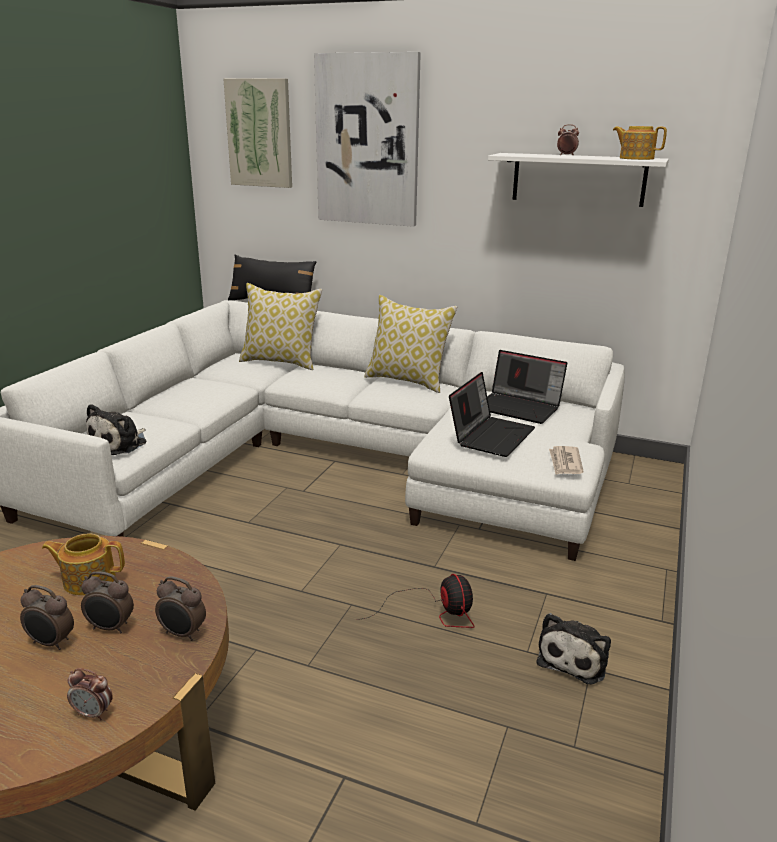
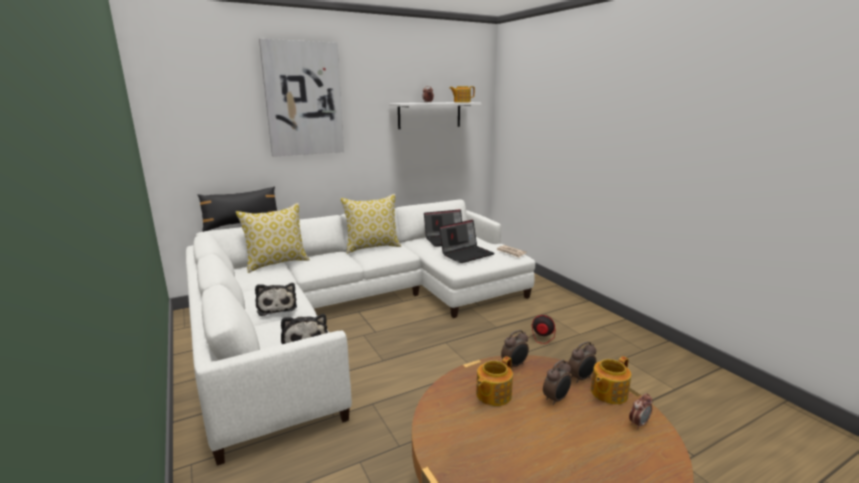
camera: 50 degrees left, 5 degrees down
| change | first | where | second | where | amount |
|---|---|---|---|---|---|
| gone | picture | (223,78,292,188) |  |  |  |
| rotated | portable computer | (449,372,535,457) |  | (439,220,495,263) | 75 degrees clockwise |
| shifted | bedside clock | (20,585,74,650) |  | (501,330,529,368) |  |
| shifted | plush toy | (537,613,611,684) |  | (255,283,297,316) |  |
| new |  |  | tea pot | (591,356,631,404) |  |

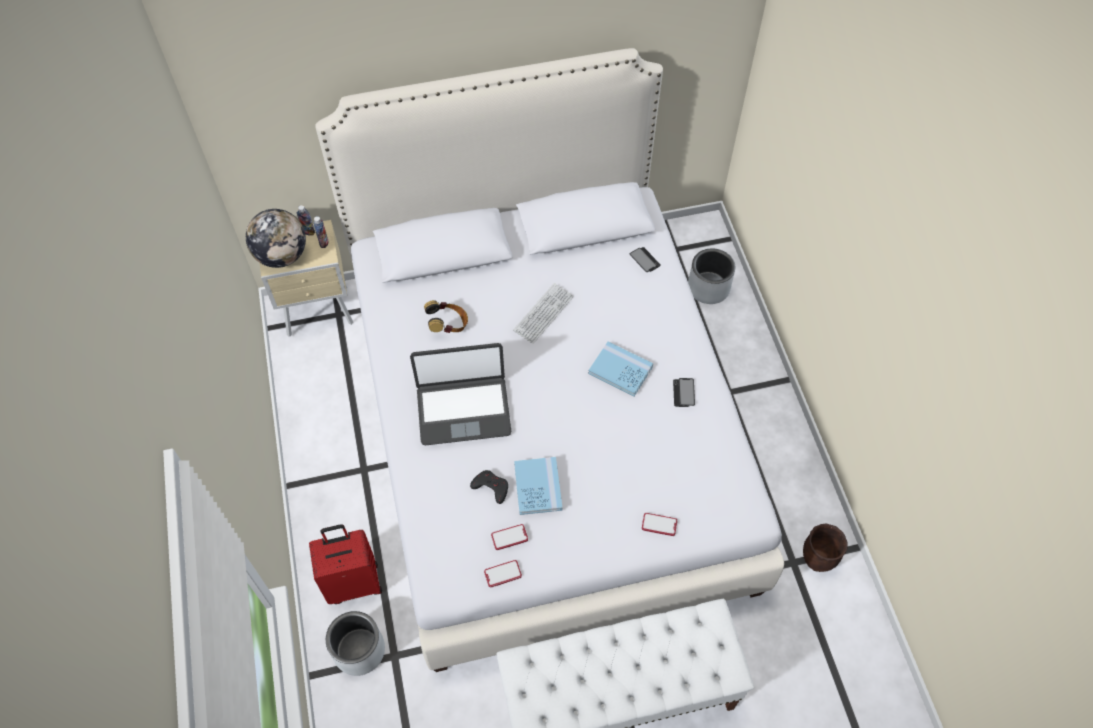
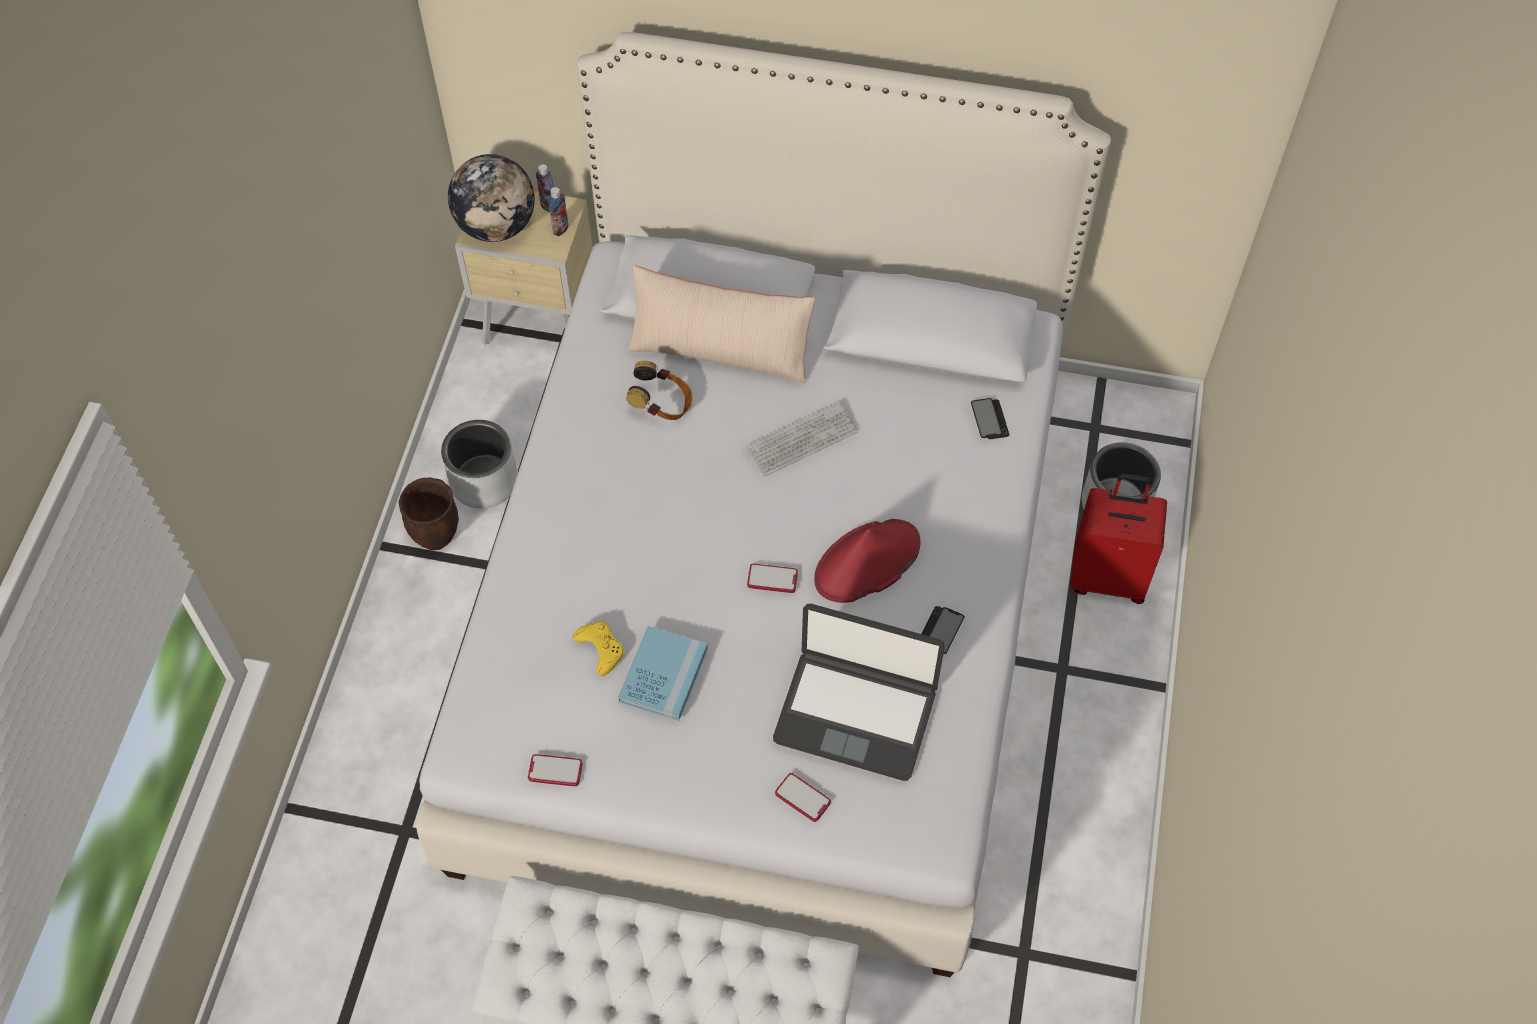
camera: 25 degrees right, 0 degrees up
| change | first | where | second | where | amount |
|---|---|---|---|---|---|
| swapped | blue volume | (588,341,653,397) | red hat | (814,519,921,603) |  |
| shifted | portable computer | (410,343,511,445) |  | (773,604,945,781) |  |
| repainted | black-coloured joypad | (470,470,508,504) | yellow-coloured joypad | (573,622,624,676) |  |
| shifted | brown-coloured plant pot | (803,523,848,572) |  | (399,478,459,550) |  |
| shifted | red suitcase | (309,524,382,604) |  | (1070,474,1167,604) |  |
| shifted | telephone | (491,524,528,550) |  | (747,563,798,593) |  |
| shifted | greyish plant pot | (326,611,385,676) |  | (441,420,518,509) |  |
| new |  |  | beige cushion | (628,265,815,383) |  |

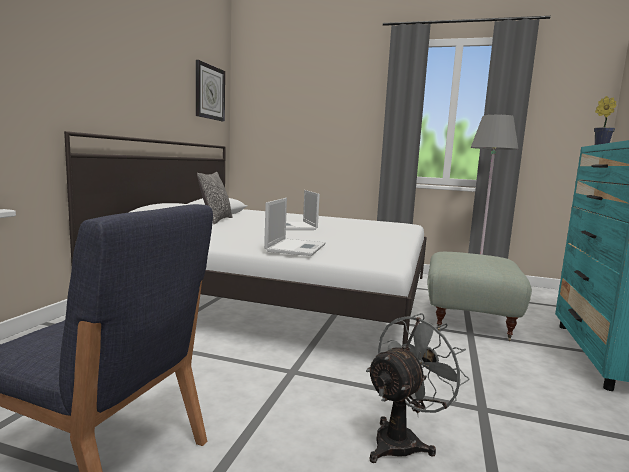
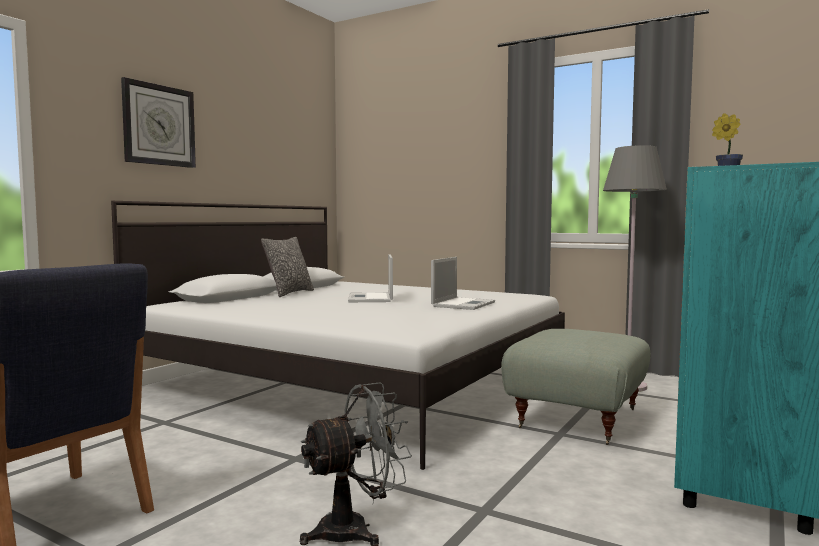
camera: 15 degrees right, 5 degrees down
| change | first | where | second | where | amount |
|---|---|---|---|---|---|
| shifted | wall clock | (196,60,225,121) |  | (121,77,196,168) |  |
| shifted | portable computer | (264,198,325,256) |  | (431,257,495,310) |  |

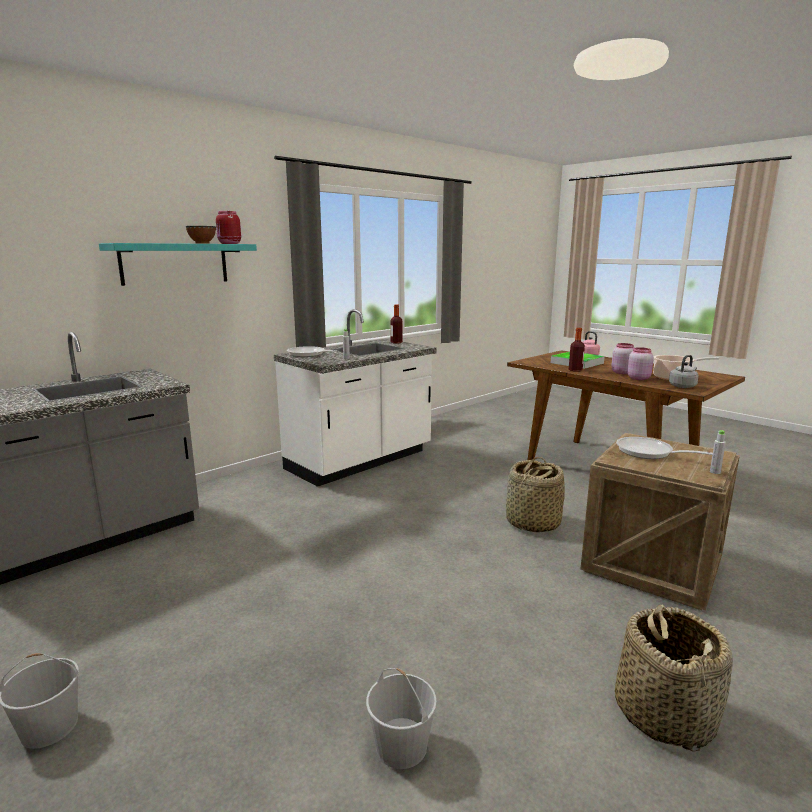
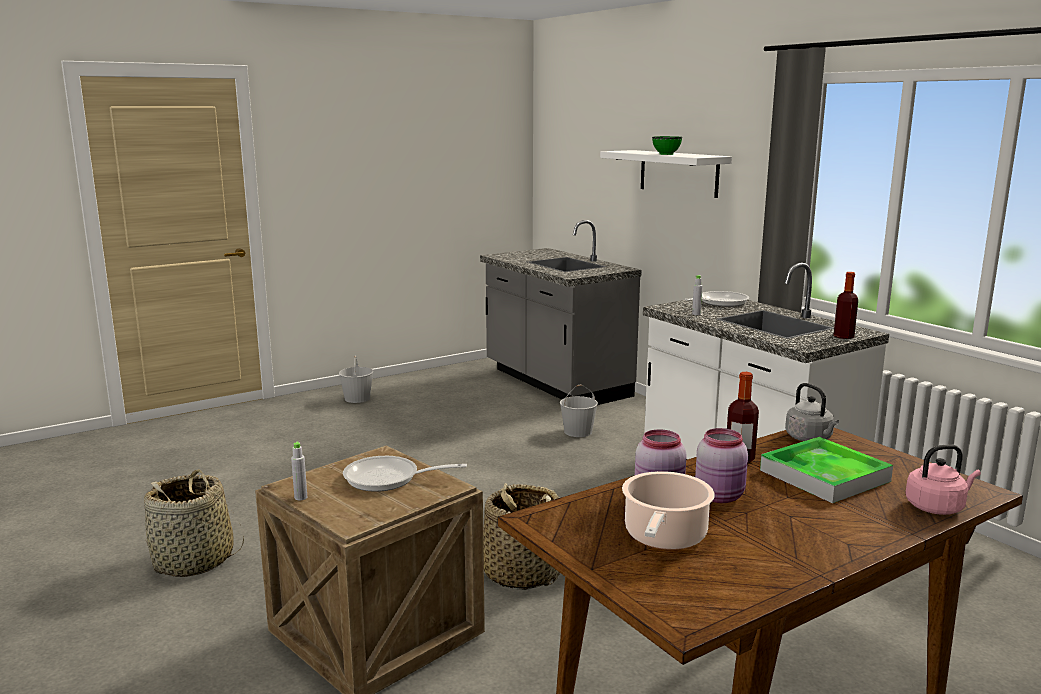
camera: 100 degrees right, 0 degrees up
| change | first | where | second | where | amount |
|---|---|---|---|---|---|
| gone | red jar | (216,211,241,244) |  |  |  |
| repainted | brown-coloured bowl | (186,226,216,244) | green bowl | (652,136,682,155) |  |
| repainted | turquoise-coloured bracket shelf | (99,243,257,286) | white-coloured bracket shelf | (600,150,732,198) |  |
| shifted | greyish kettle | (669,355,699,388) |  | (785,383,839,441) |  |
| rotated | skillet | (616,437,713,459) |  | (343,456,467,492) | 135 degrees counterclockwise |
| shifted | white-coloured pail | (366,668,437,769) |  | (560,385,598,437) |  |

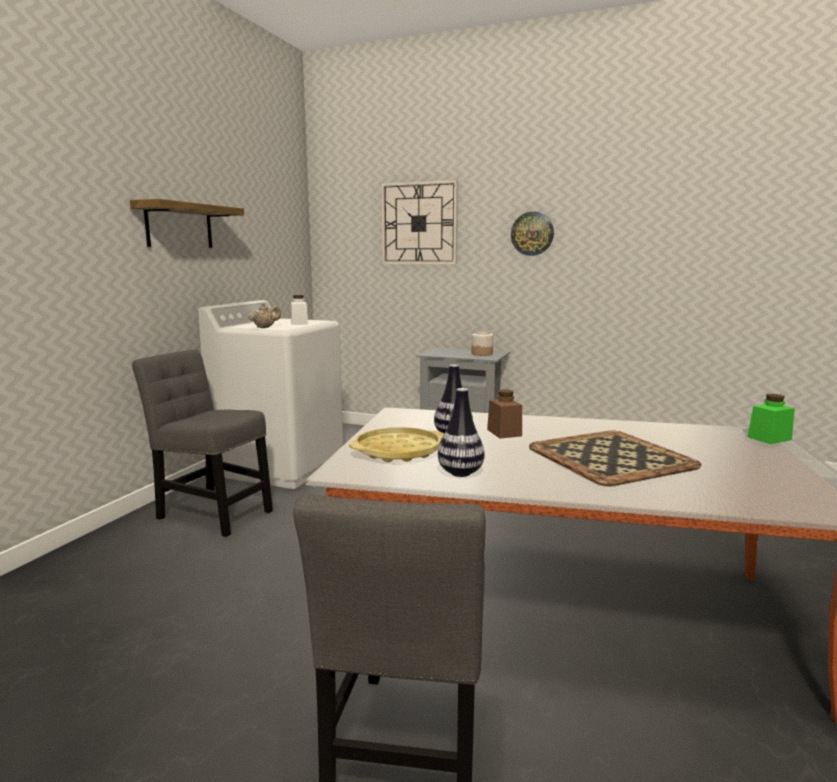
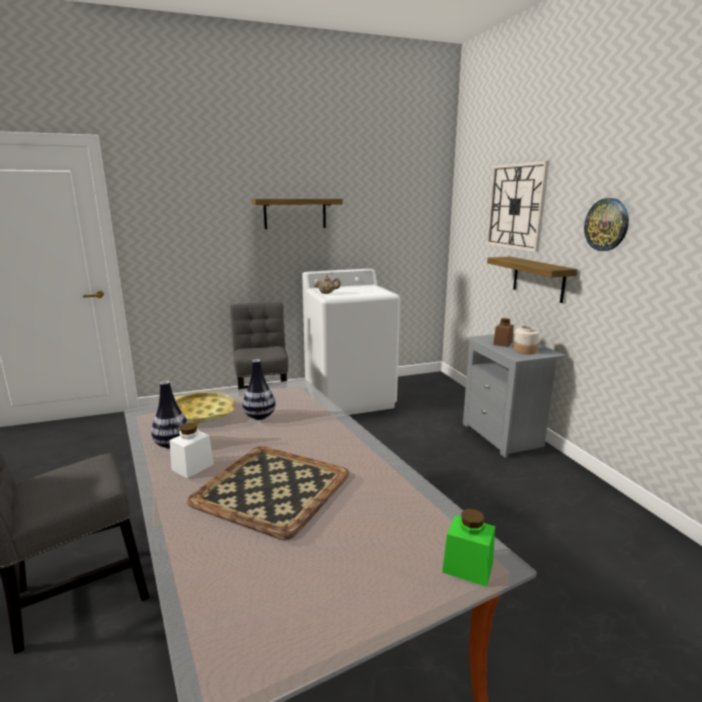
camera: 50 degrees right, 5 degrees up
| change | first | where | second | where | amount |
|---|---|---|---|---|---|
| shifted | white-coloured jar | (291,295,308,325) |  | (169,423,214,478) |  |
| shifted | brown-coloured jar | (487,389,522,438) |  | (493,318,514,347) |  |
| new |  |  | bracket shelf | (487,257,578,303) |  |

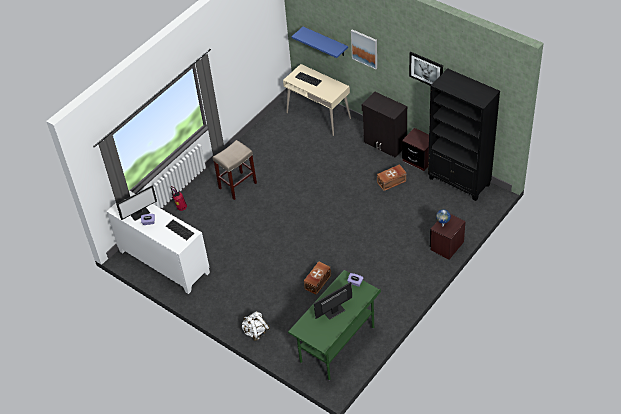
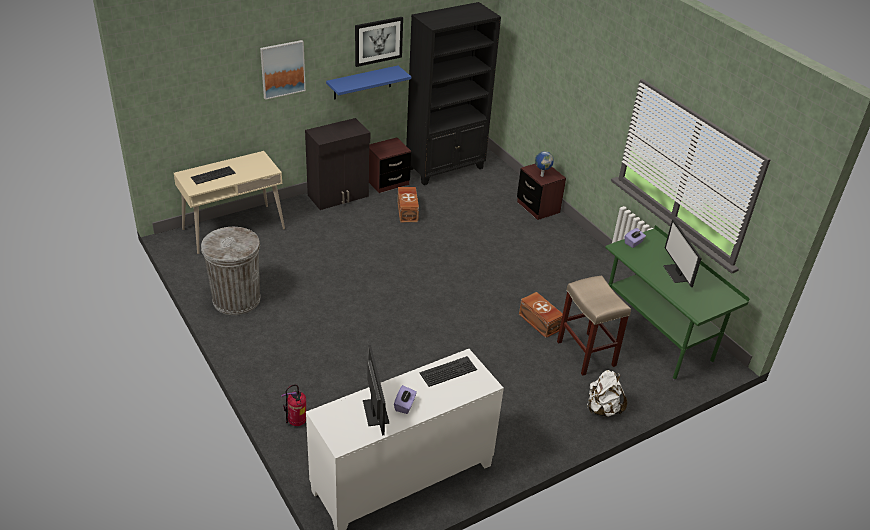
camera: 75 degrees left, 10 degrees down
| change | first | where | second | where | amount |
|---|---|---|---|---|---|
| shifted | blue bracket shelf | (292,27,348,58) |  | (326,66,411,100) |  |
| shifted | beige sitting stool | (213,140,257,200) |  | (557,276,631,376) |  |
| new |  |  | greyish waste bin | (201,227,260,315) |  |

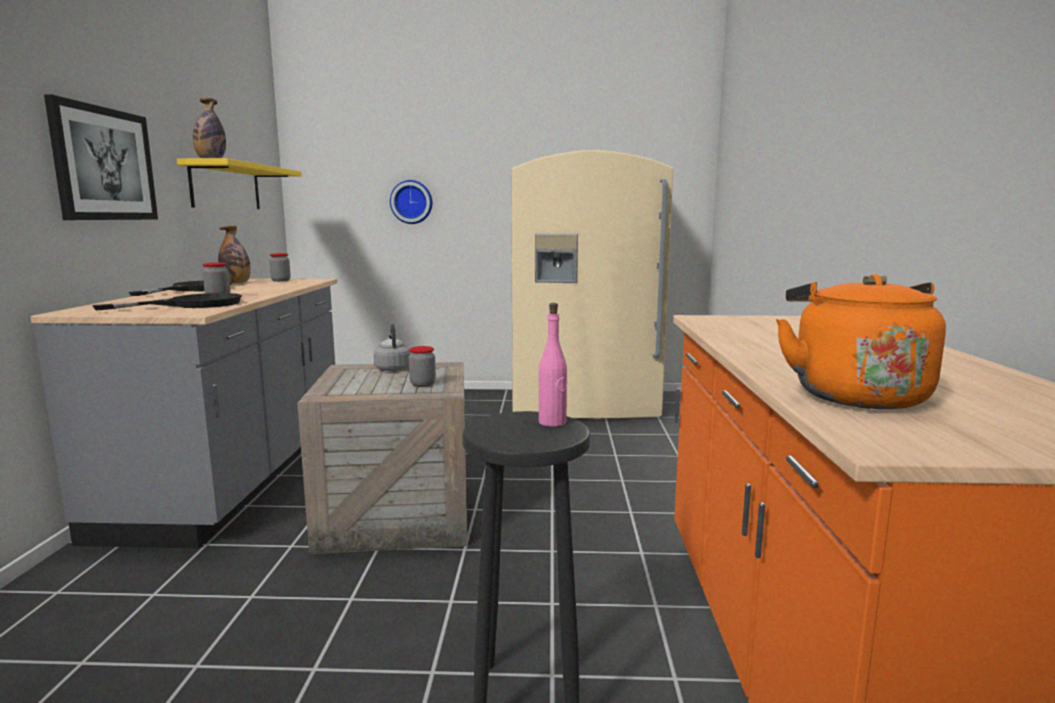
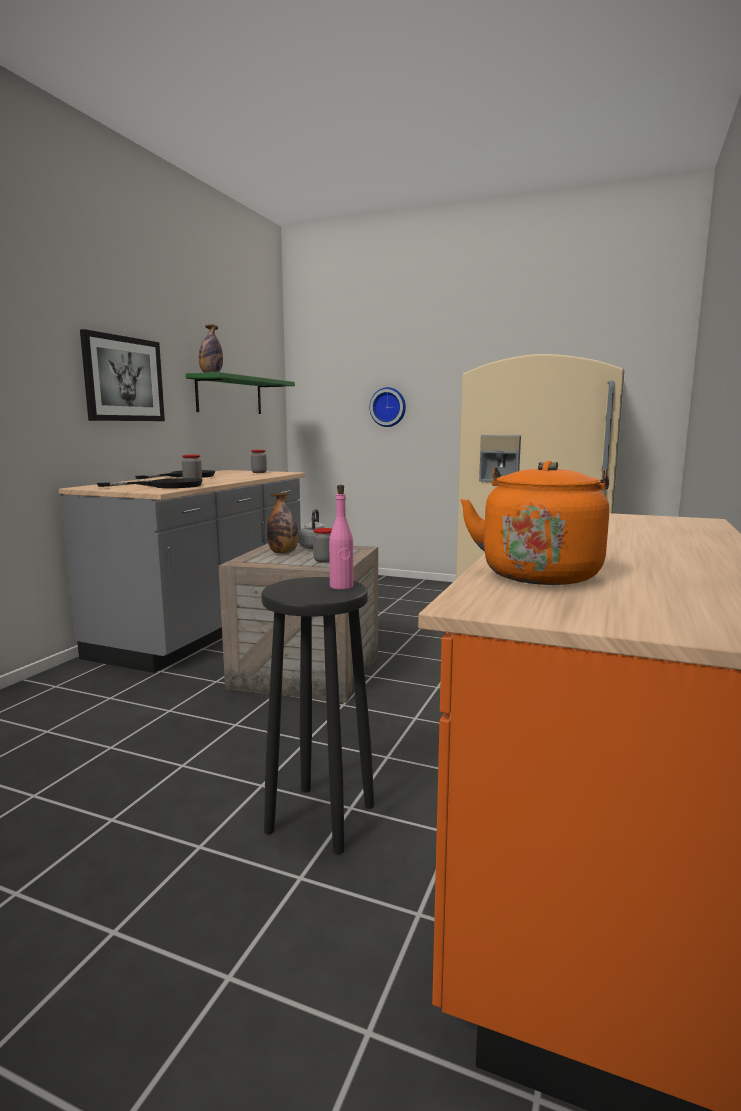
camera: 20 degrees right, 0 degrees up
| change | first | where | second | where | amount |
|---|---|---|---|---|---|
| repainted | yellow-coloured bracket shelf | (177,158,302,209) | green bracket shelf | (186,372,295,414) |  |
| shifted | beverage bottle | (218,226,251,284) |  | (267,492,298,554) |  |

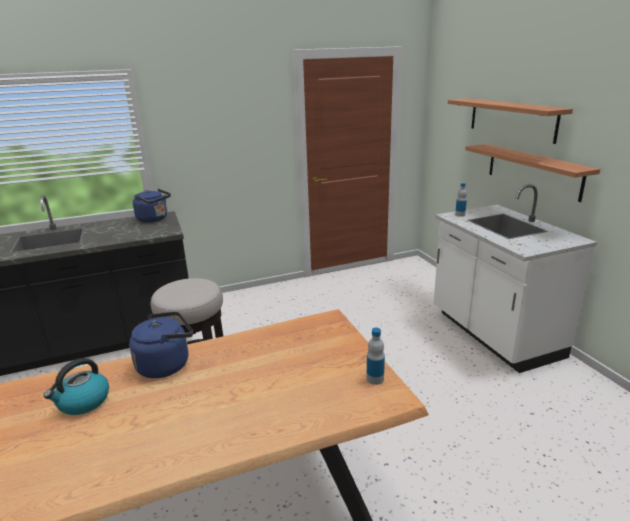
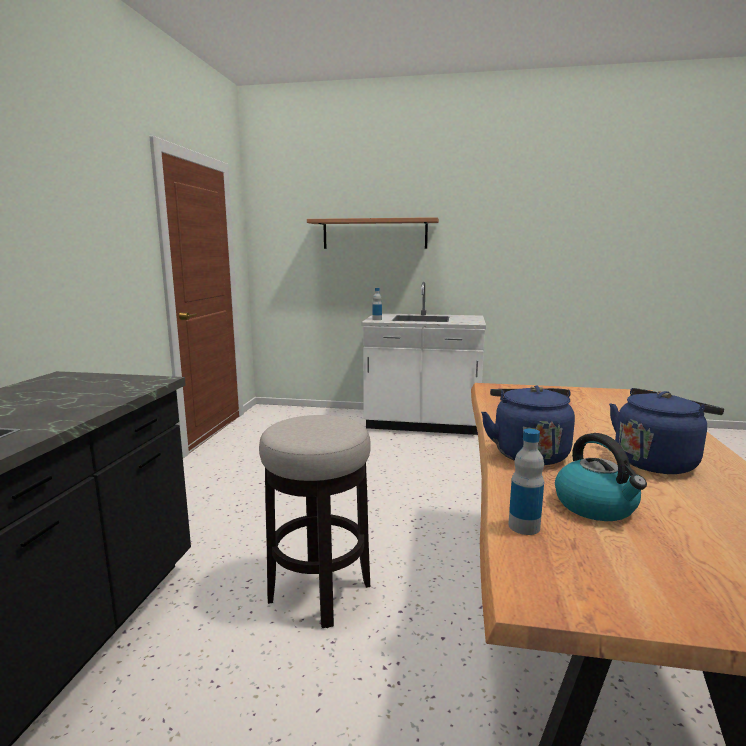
camera: 60 degrees left, 10 degrees down
| change | first | where | second | where | amount |
|---|---|---|---|---|---|
| gone | bracket shelf | (465,144,600,202) |  |  |  |
| shifted | blue kettle | (133,189,171,223) |  | (609,388,724,474) |  |
| shifted | beverage bottle | (366,328,385,385) |  | (508,429,544,535) |  |

